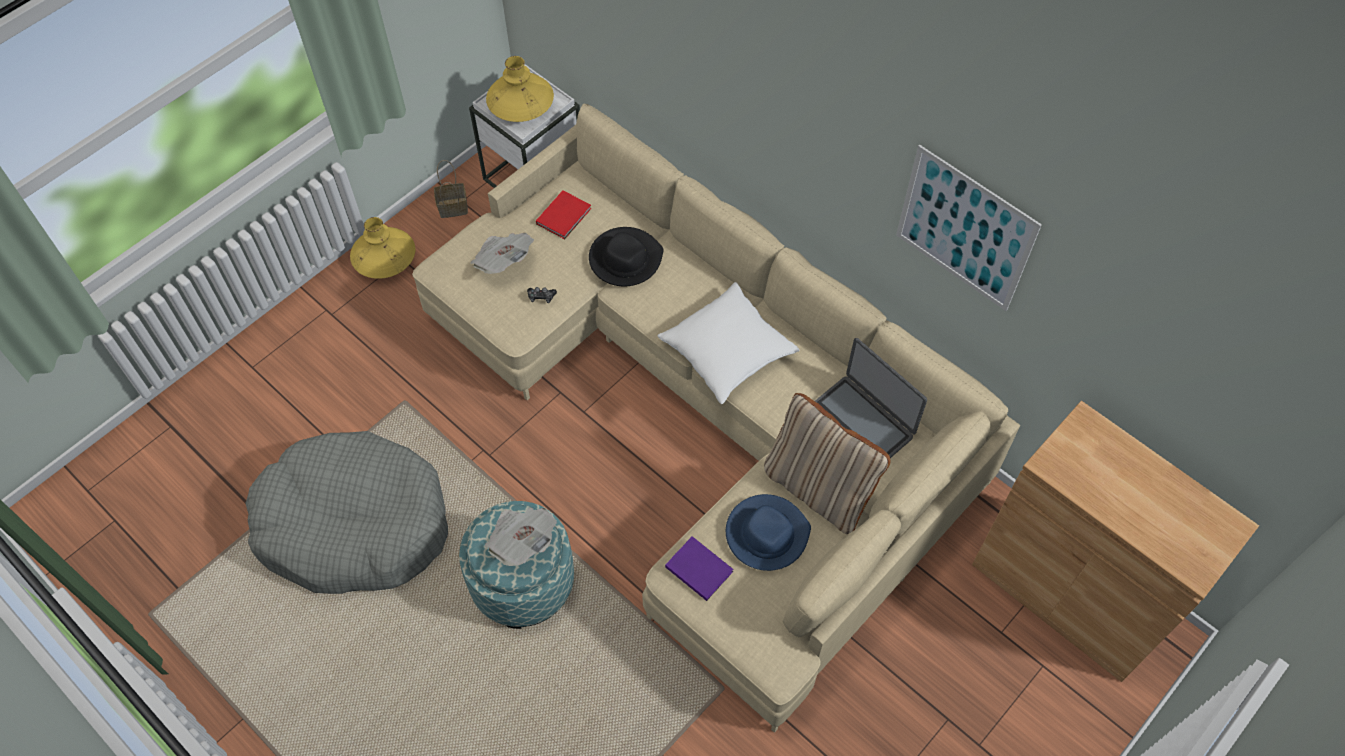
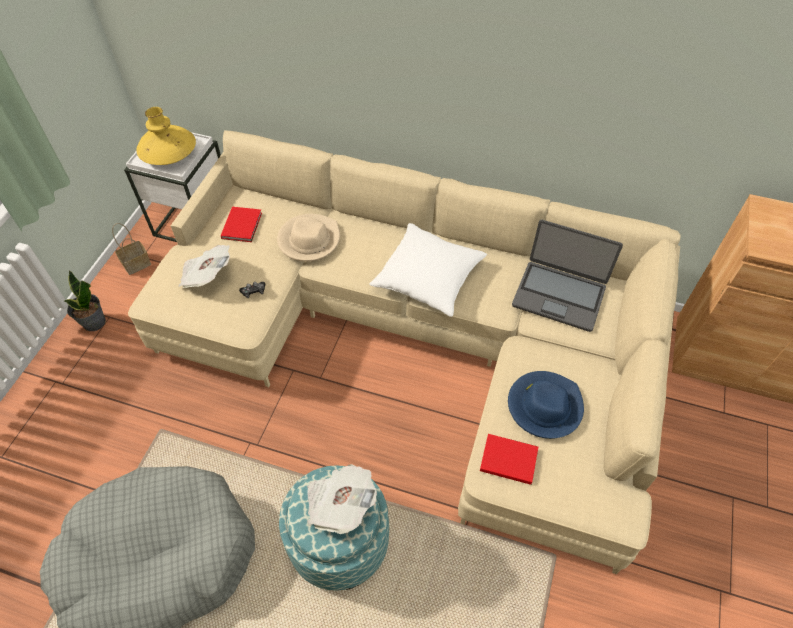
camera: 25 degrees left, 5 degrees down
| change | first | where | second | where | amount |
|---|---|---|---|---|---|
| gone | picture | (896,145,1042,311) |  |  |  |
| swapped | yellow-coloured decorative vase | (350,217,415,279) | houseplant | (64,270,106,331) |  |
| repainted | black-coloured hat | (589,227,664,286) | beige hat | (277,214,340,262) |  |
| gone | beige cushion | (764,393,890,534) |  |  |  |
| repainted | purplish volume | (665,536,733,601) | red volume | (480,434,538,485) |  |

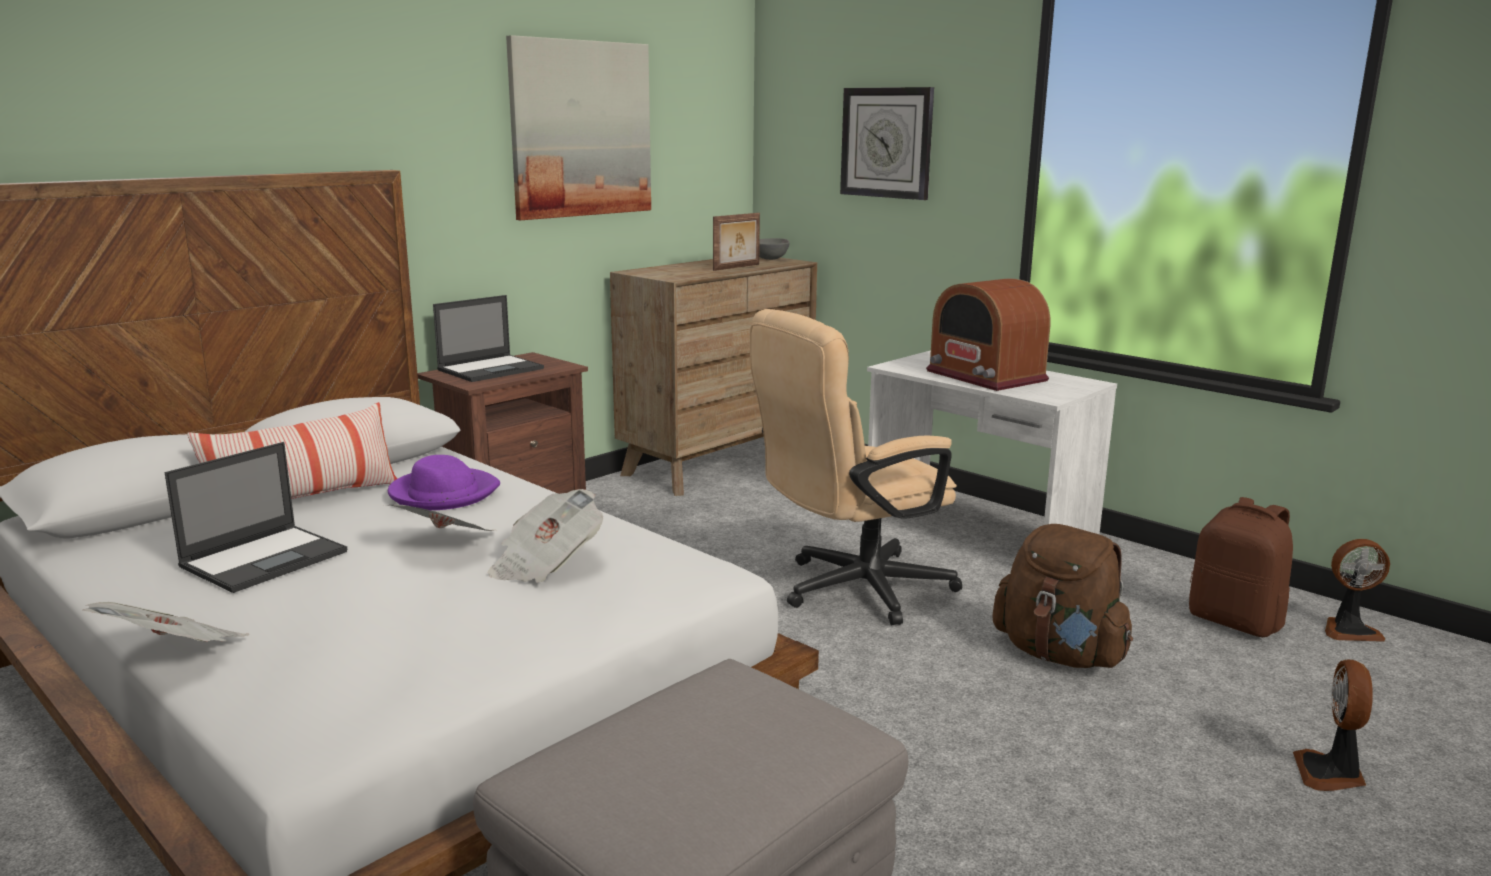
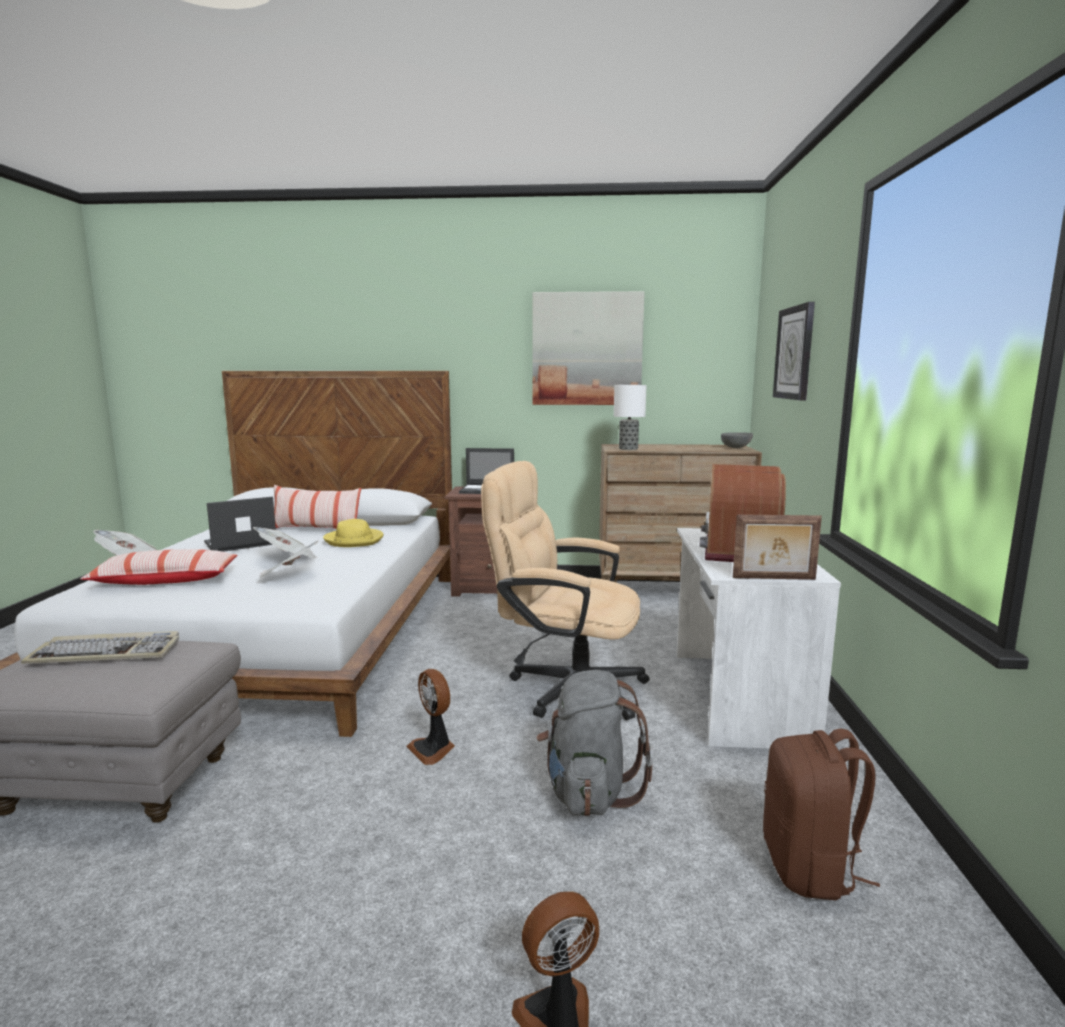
camera: 50 degrees right, 5 degrees down
| change | first | where | second | where | amount |
|---|---|---|---|---|---|
| shifted | standing frame | (713,213,760,271) |  | (733,514,822,580) |  |
| rotated | portable computer | (164,442,347,593) |  | (204,497,276,552) | 150 degrees clockwise |
| repainted | purplish hat | (388,455,500,510) | yellow-coloured hat | (323,519,384,547) |  |
| repainted | brown-coloured backpack | (992,524,1133,668) | greyish backpack | (536,670,653,816) |  |
| shifted | cooling fan | (1325,539,1390,642) |  | (406,669,455,765) |  |
| new |  |  | tabletop lamp | (614,385,647,450) |  |
| new |  |  | cushion | (80,549,237,585) |  |
| new |  |  | computer keyboard | (21,631,179,664) |  |

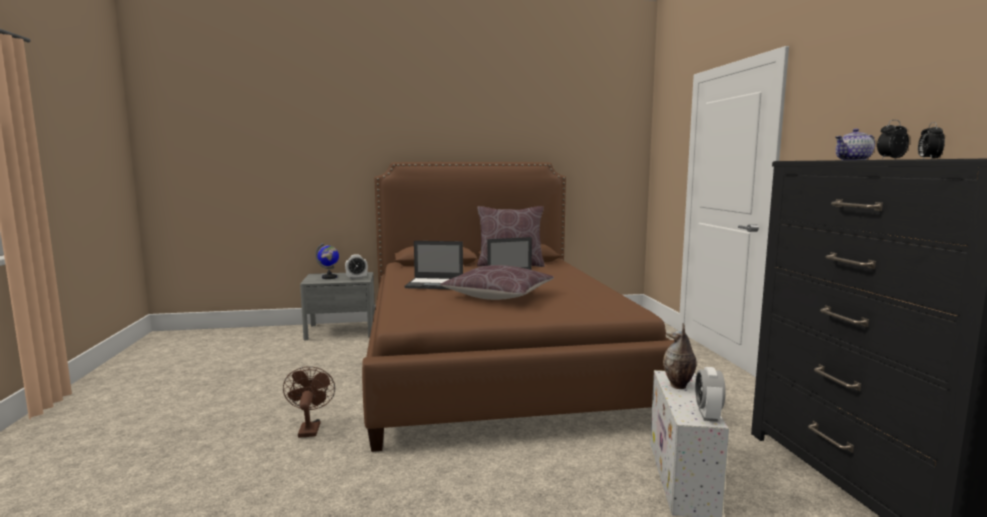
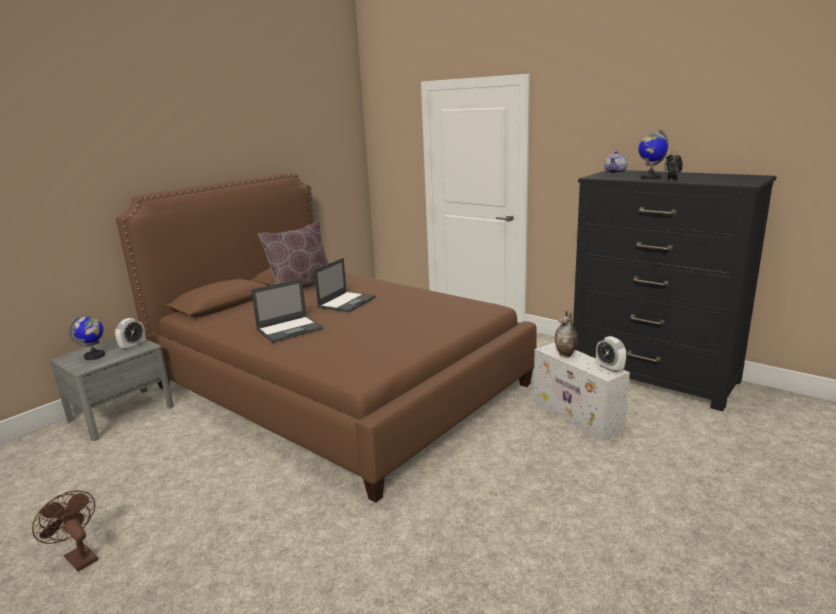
camera: 40 degrees left, 10 degrees up
| change | first | where | second | where | amount |
|---|---|---|---|---|---|
| gone | brown-coloured cushion | (440,265,554,300) |  |  |  |
| shifted | brown-coloured cooling fan | (283,367,335,438) |  | (32,490,98,572) |  |
| new |  |  | desk globe | (638,129,669,179) |  |

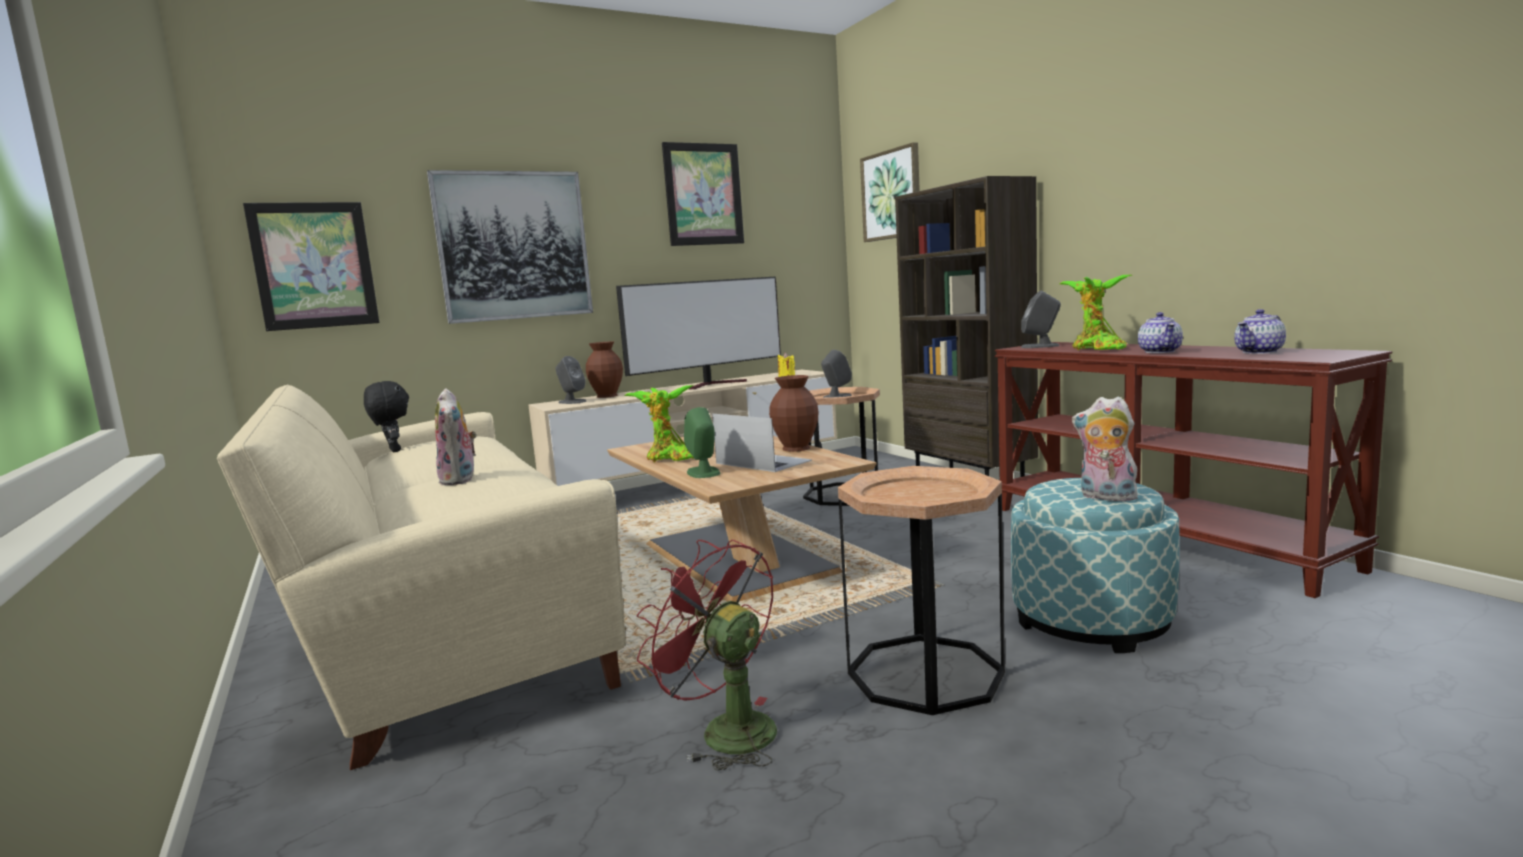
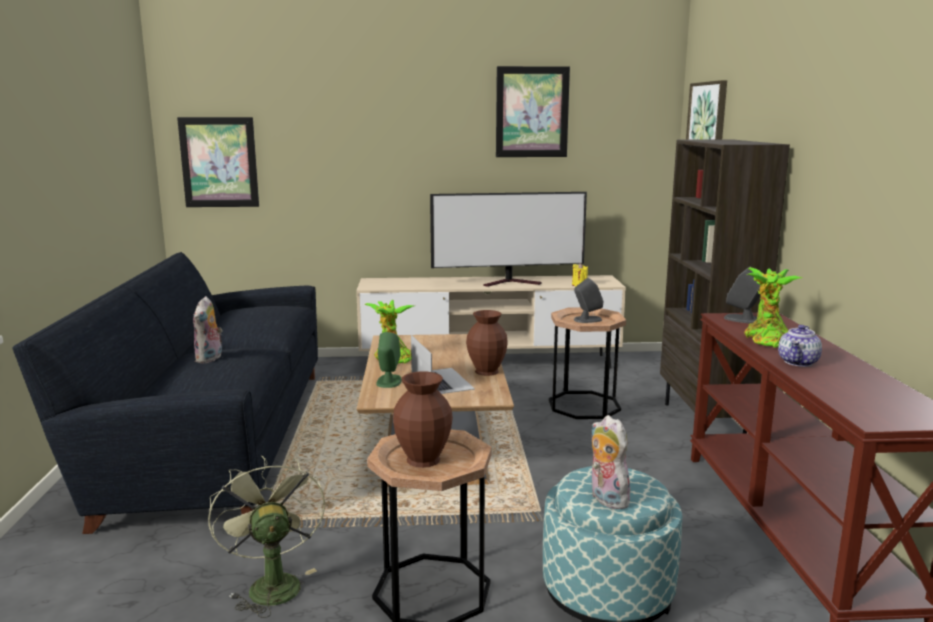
camera: 25 degrees right, 5 degrees up
| change | first | where | second | where | amount |
|---|---|---|---|---|---|
| gone | picture | (427,170,593,324) |  |  |  |
| gone | tea pot | (1234,309,1286,354) |  |  |  |
| shifted | brown-coloured decorative vase | (586,341,623,398) |  | (393,372,453,468) |  |
| gone | greyish audio speaker | (556,356,587,404) |  |  |  |
| gone | black-coloured plush toy | (364,381,409,452) |  |  |  |
| repainted | beige settee | (217,384,626,770) | black-coloured settee | (12,252,318,534) |  |
| repainted | red cooling fan | (637,540,777,771) | green cooling fan | (208,456,325,618) |  |

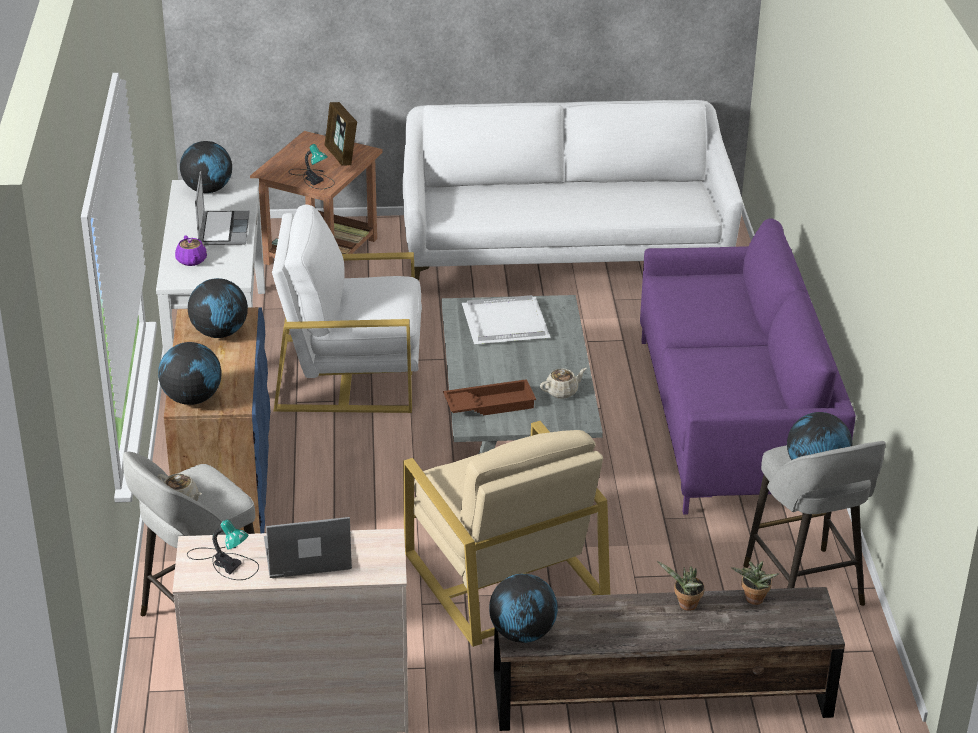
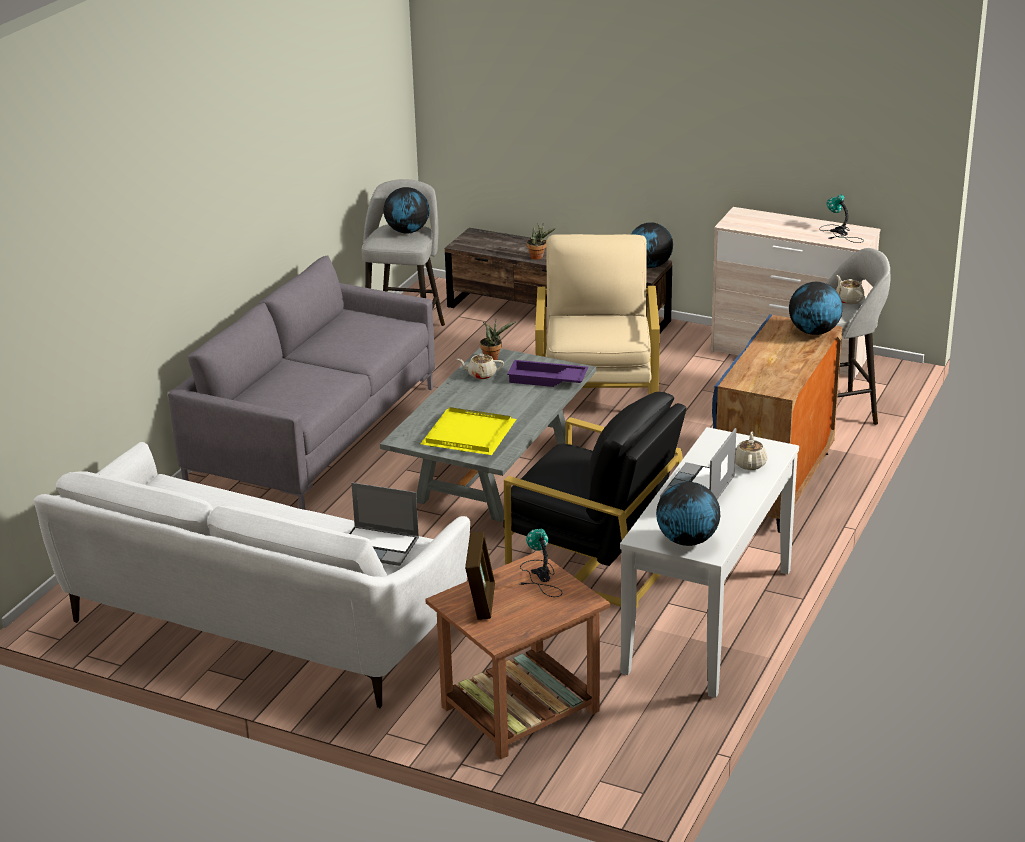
camera: 150 degrees left, 5 degrees down
| change | first | where | second | where | amount |
|---|---|---|---|---|---|
| repainted | white-coloured easy chair | (272,205,422,413) | black-coloured easy chair | (503,392,686,608) |  |
| repainted | purplish settee | (640,219,856,515) | greyish settee | (168,256,435,510) |  |
| repainted | purplish tea pot | (175,235,207,266) | beige tea pot | (735,432,768,470) |  |
| gone | desk globe | (188,278,248,338) |  |  |  |
| repainted | white-coloured tray | (462,295,551,344) | yellow-coloured tray | (420,407,517,455) |  |
| repainted | brown-coloured tray | (443,379,536,416) | purplish tray | (507,360,588,387) |  |
| shifted | portable computer | (264,517,352,578) |  | (349,483,419,566) |  |
| shifted | houseplant | (731,561,779,605) |  | (480,320,516,360) |  |

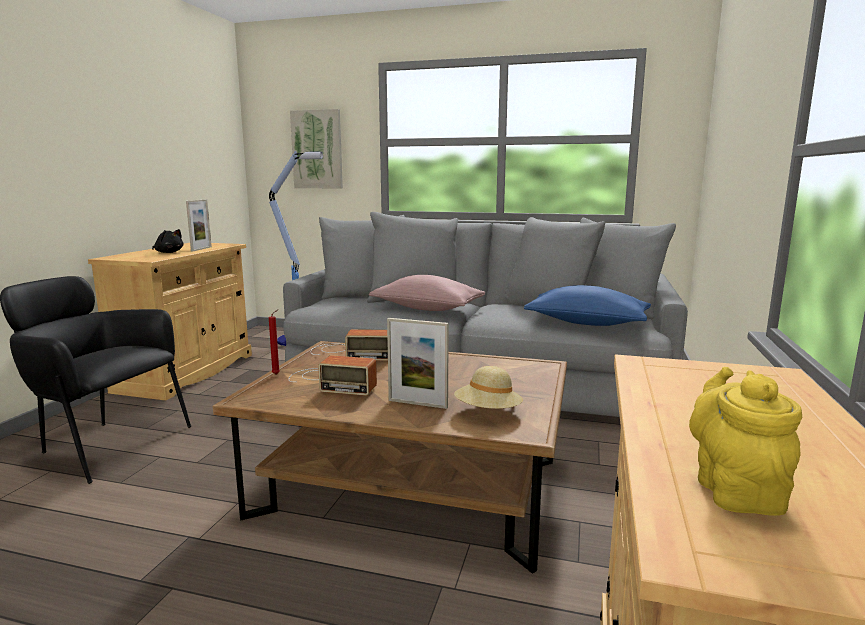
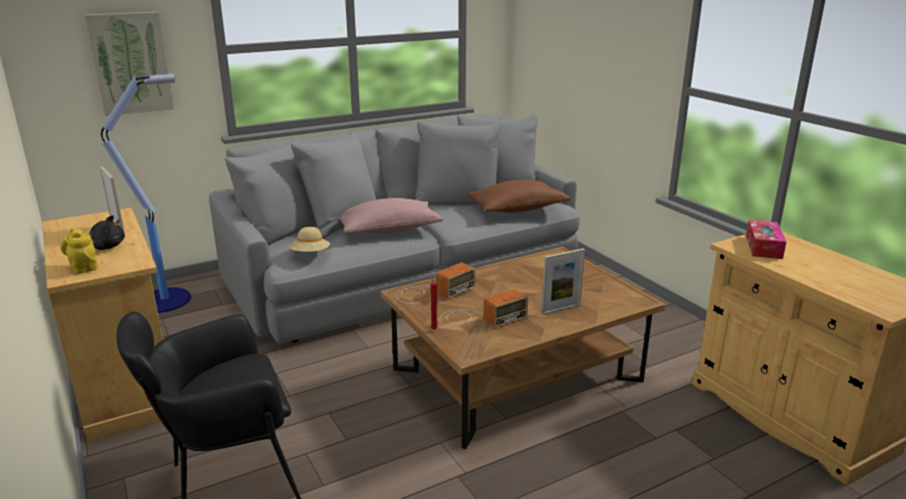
camera: 45 degrees left, 10 degrees up
| change | first | where | second | where | amount |
|---|---|---|---|---|---|
| repainted | blue cushion | (524,285,651,326) | brown-coloured cushion | (467,179,570,213) |  |
| shifted | beige hat | (454,366,523,409) |  | (289,227,330,252) |  |
| shifted | yellow-coloured tea pot | (689,367,802,516) |  | (61,228,98,274) |  |
| new |  |  | tissue box | (746,220,786,259) |  |

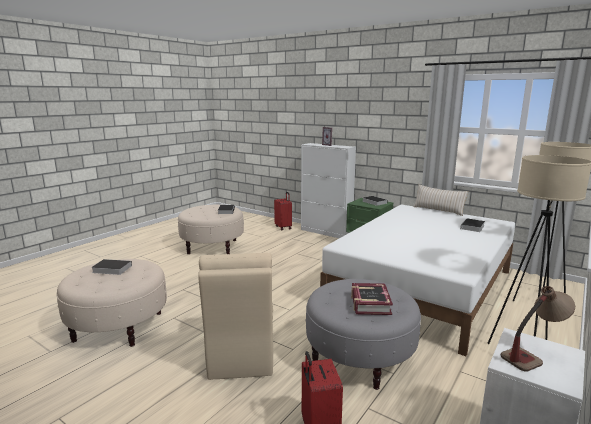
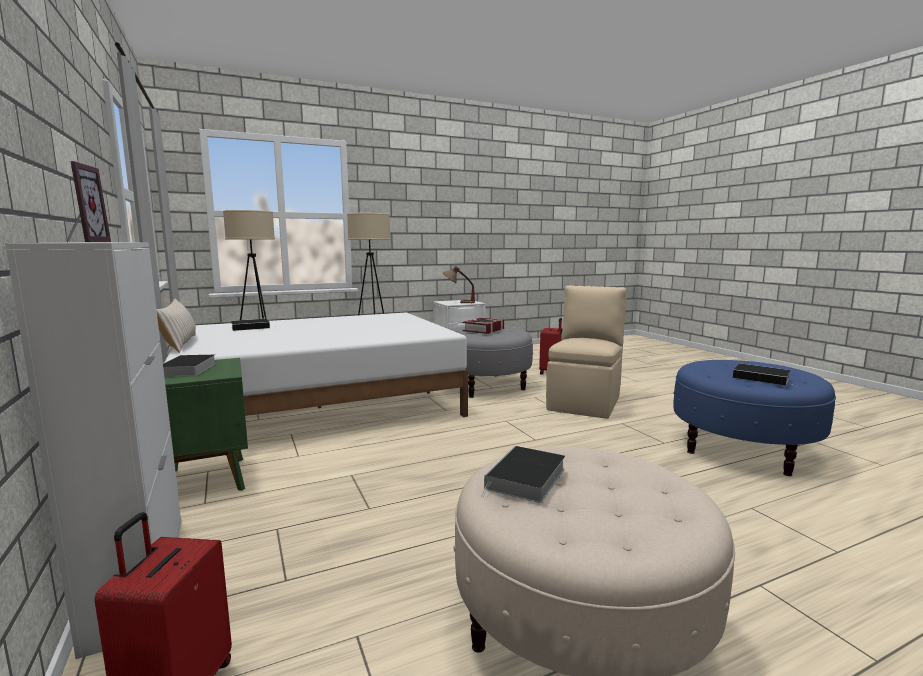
camera: 150 degrees left, 5 degrees down
| change | first | where | second | where | amount |
|---|---|---|---|---|---|
| repainted | beige ottoman | (56,259,167,347) | blue ottoman | (674,360,836,476) |  |

